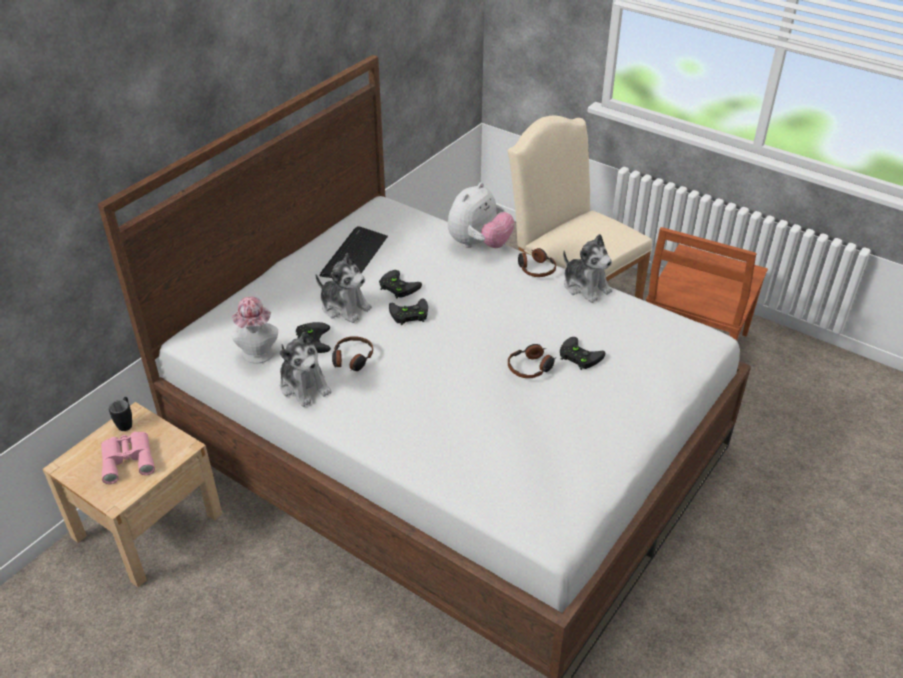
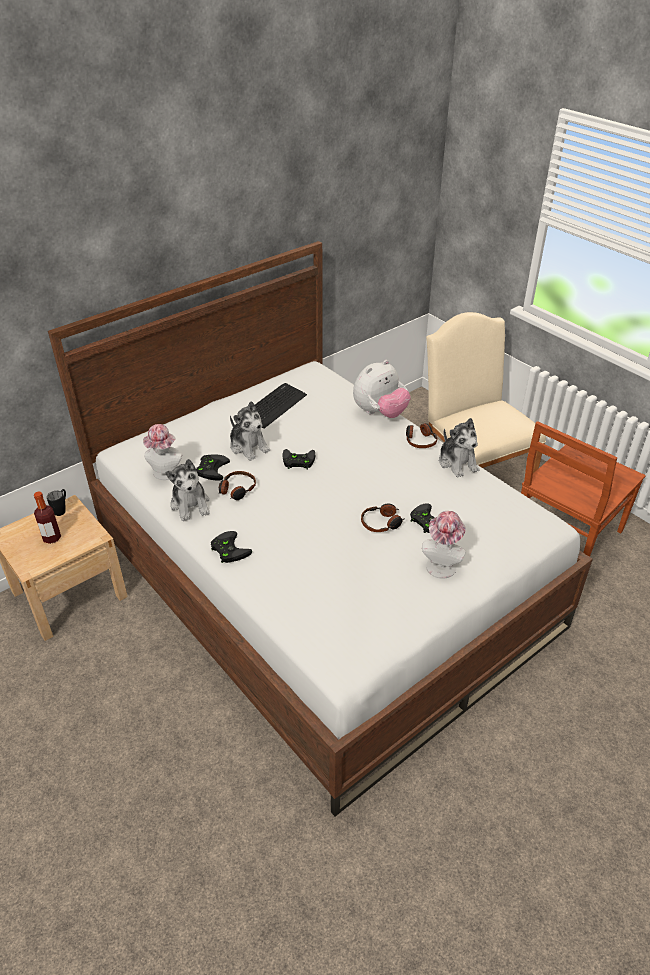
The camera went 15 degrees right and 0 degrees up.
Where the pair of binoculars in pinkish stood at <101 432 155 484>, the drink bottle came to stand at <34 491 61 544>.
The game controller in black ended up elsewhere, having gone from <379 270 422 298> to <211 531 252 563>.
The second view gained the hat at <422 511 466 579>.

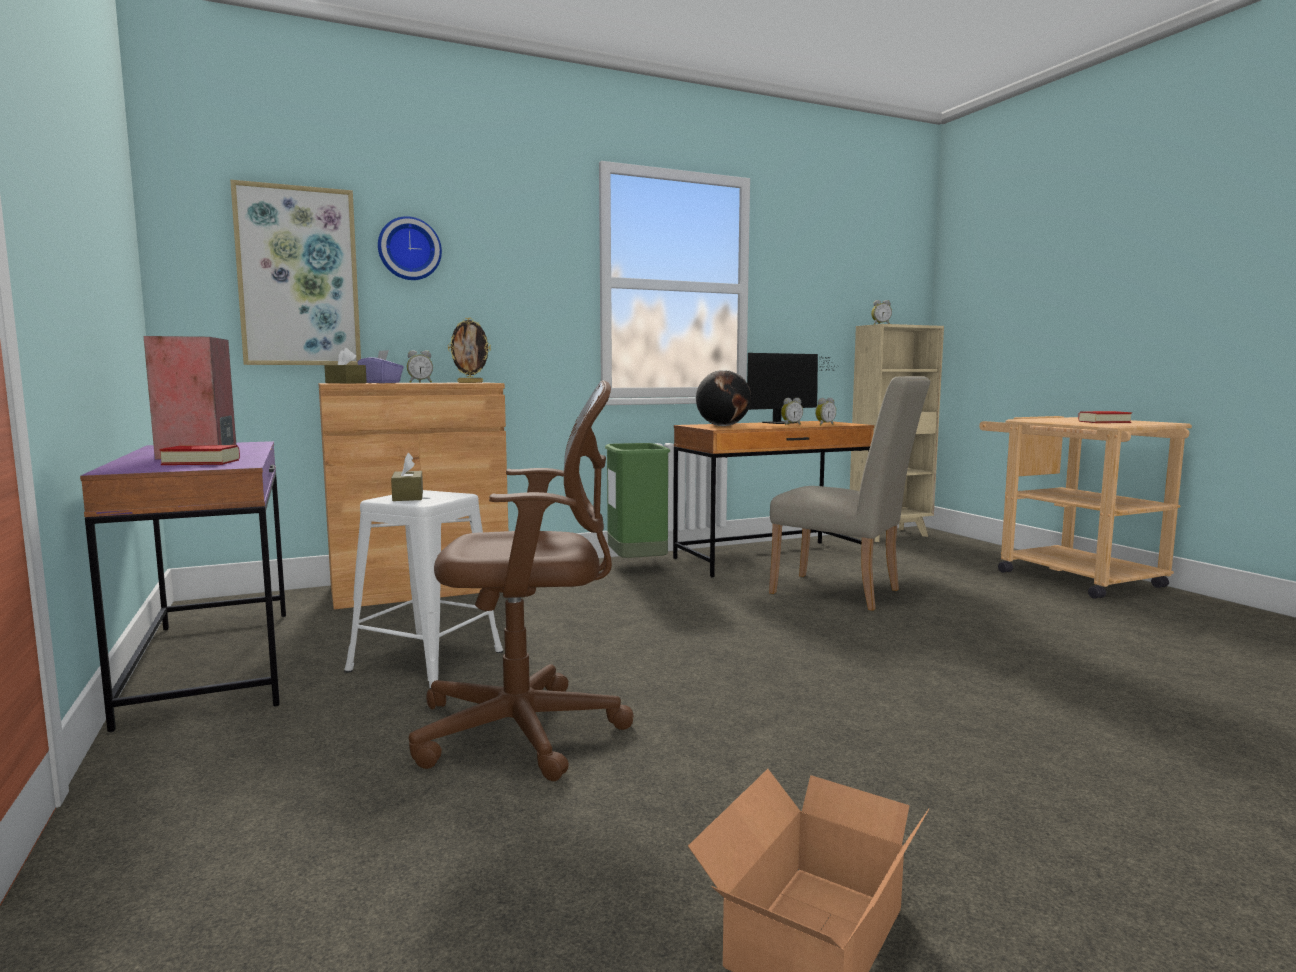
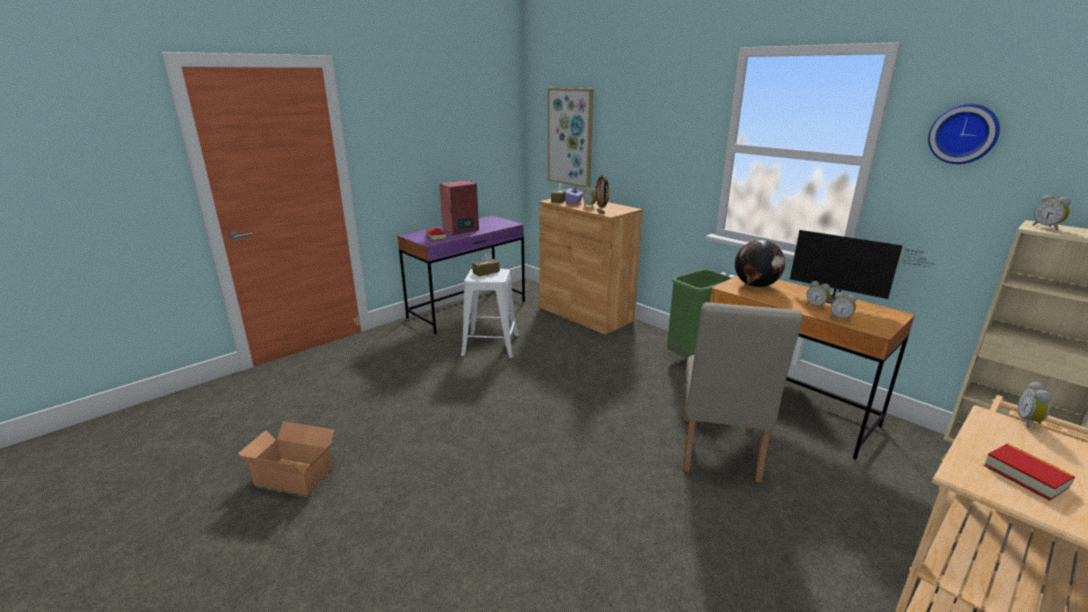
The camera went 70 degrees right and 15 degrees up.
The hanging clock ended up elsewhere, having gone from <378 216 442 280> to <928 104 1000 164>.
The second view lost the computer chair in brownish at <409 380 634 781>.
The second view gained the alarm clock at <1018 382 1052 428>.

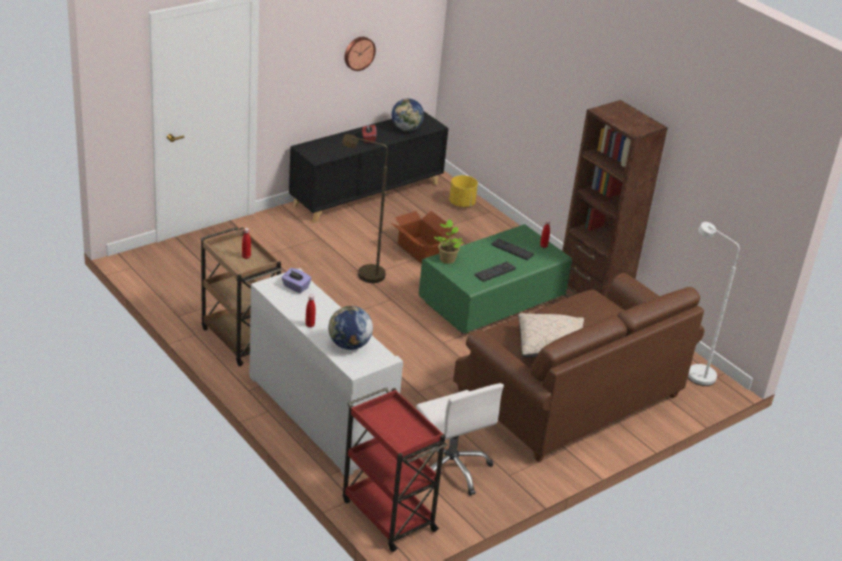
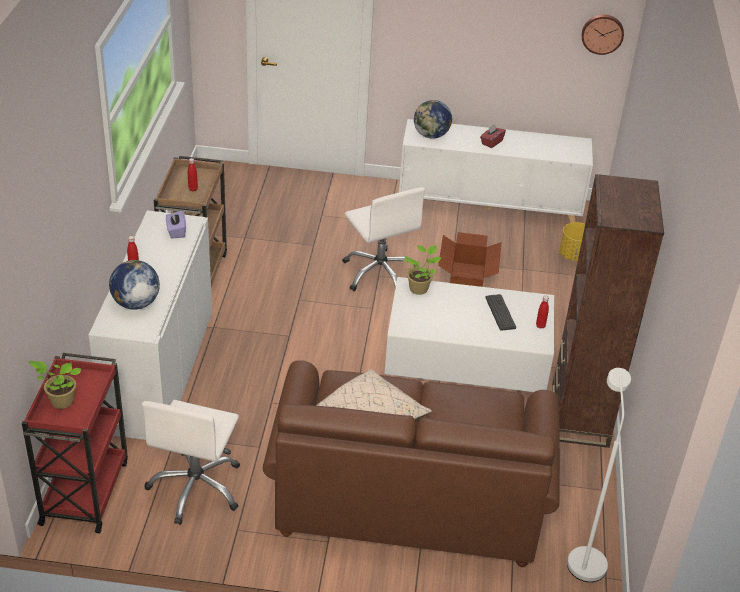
The camera went 45 degrees right and 5 degrees up.
What was the cabinet in black at <289 111 449 223> turned into the cabinet in white-coloured at <399 119 593 223>.
Where the standing lamp in brownish stood at <342 134 388 283>, the computer chair in white-coloured came to stand at <342 187 425 291>.
The hanging clock ended up elsewhere, having gone from <344 37 376 71> to <582 15 624 55>.
The desk globe ended up elsewhere, having gone from <391 98 424 131> to <414 100 452 139>.
What was the coffee table in greenish at <419 224 572 334> turned into the coffee table in white-coloured at <385 277 554 392>.
The second view lost the PC keyboard at <475 262 516 282>.
The second view gained the plant in a pot at <28 361 81 409>.

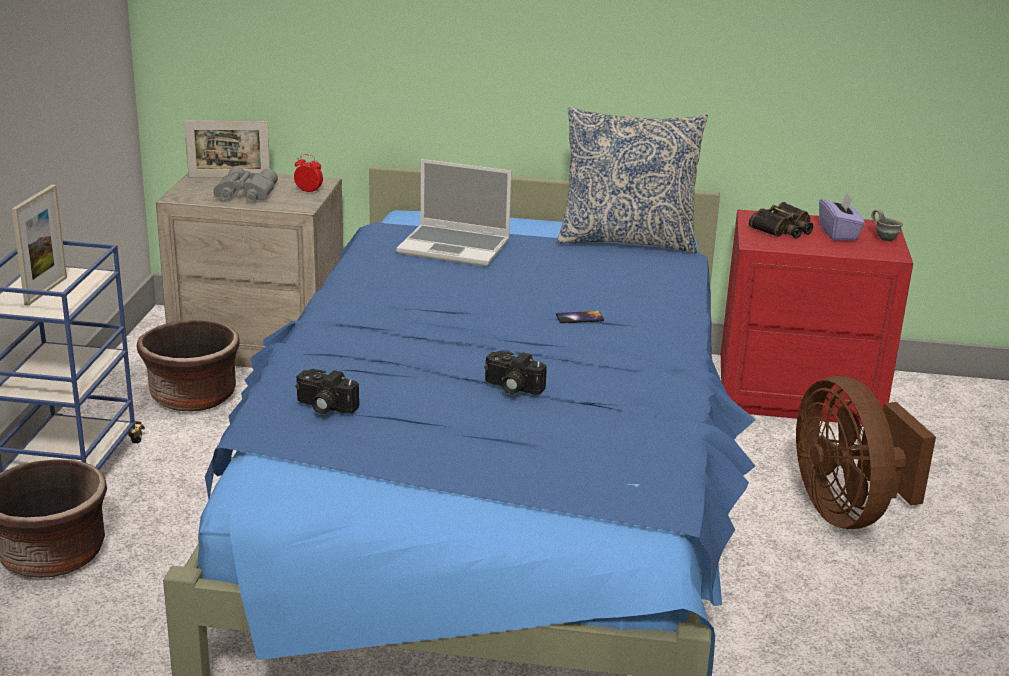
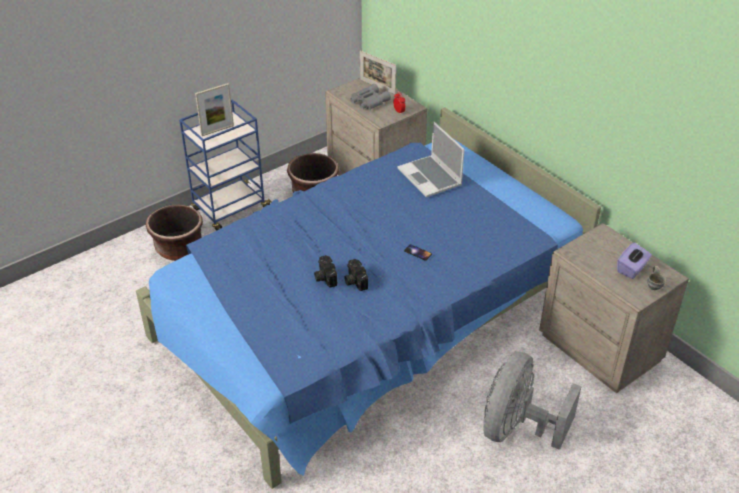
The camera went 45 degrees right and 15 degrees up.
The still camera ended up elsewhere, having gone from <295 369 359 414> to <344 259 368 291>.
The second view lost the cushion at <557 107 708 253>.
What was the bedside table in red-coloured at <721 209 913 425> turned into the bedside table in beige-coloured at <539 223 689 393>.
The second view lost the pair of binoculars at <749 202 813 239>.
What was the cooling fan in brownish at <796 376 936 529> turned into the cooling fan in gray at <484 351 582 450>.

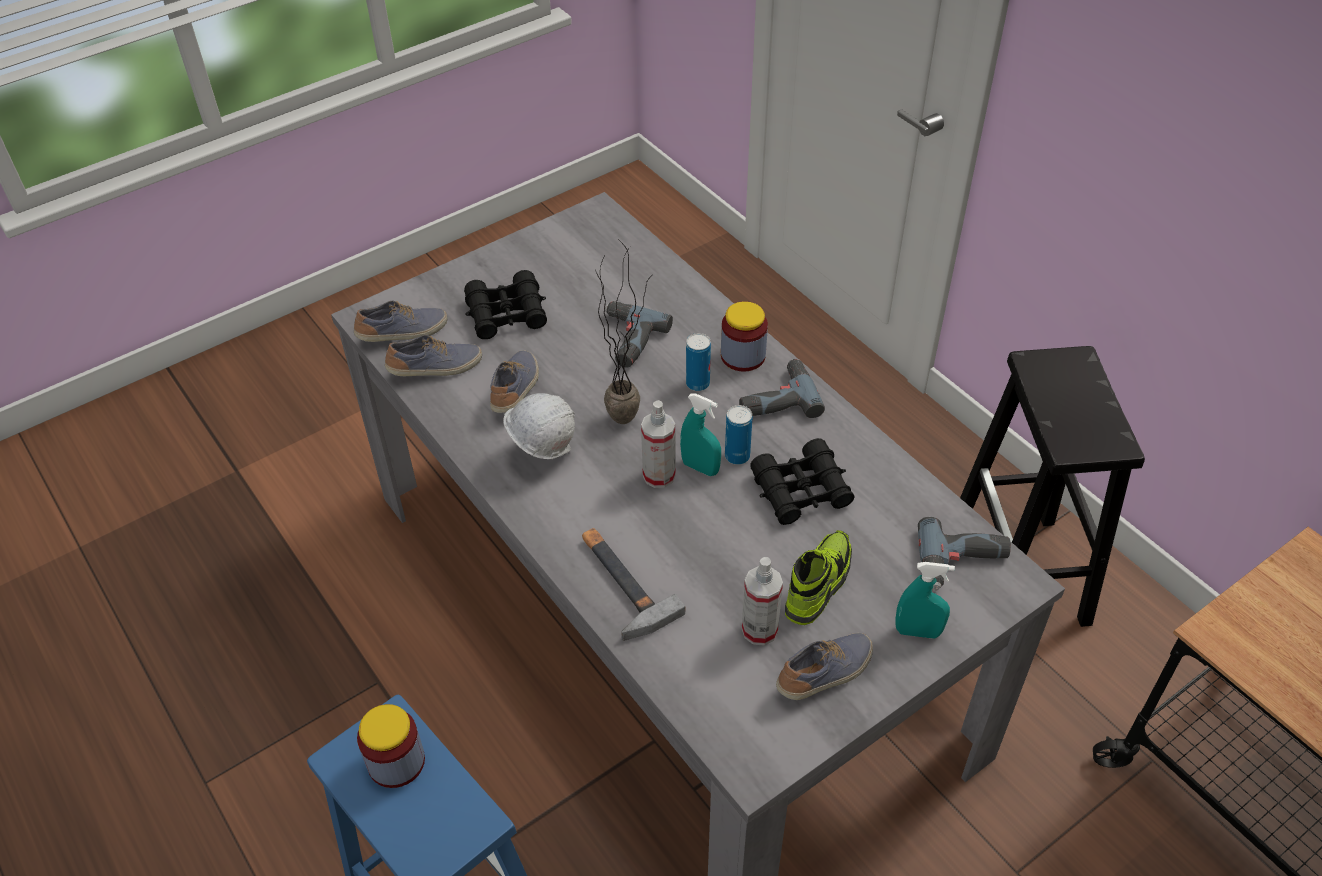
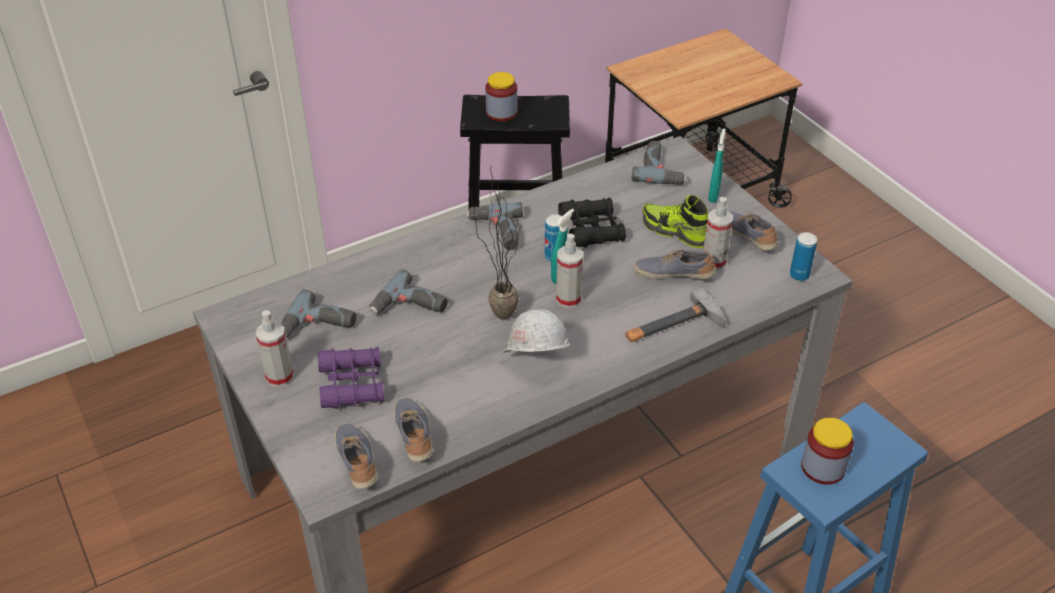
The camera went 85 degrees left and 5 degrees down.
What was the pair of binoculars in black at <464 270 547 339> turned into the pair of binoculars in purplish at <317 347 384 409>.
The shoe ended up elsewhere, having gone from <490 350 539 413> to <634 250 716 279>.
The metal can ended up elsewhere, having gone from <686 333 711 391> to <790 232 817 281>.
The storage jar ended up elsewhere, having gone from <721 301 768 372> to <486 72 517 121>.
The second view gained the spray bottle at <256 310 294 387>.
The second view gained the drill at <281 289 356 338>.

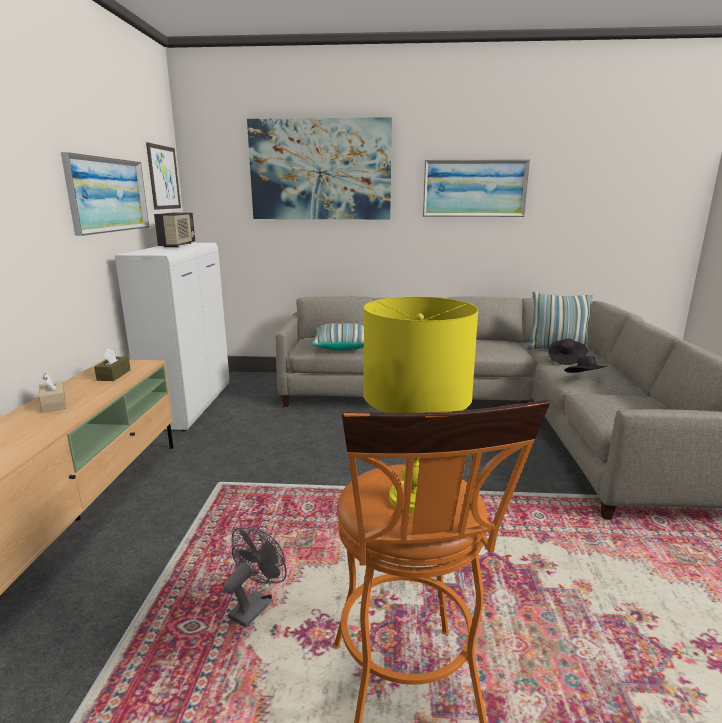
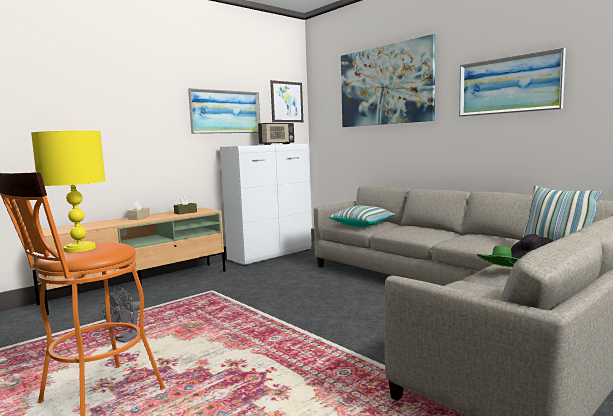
The camera went 45 degrees right and 10 degrees down.
The cooling fan in gray at <223 527 287 628> ended up facing another way, 135 degrees clockwise from before.
What was the hat in black at <564 356 606 373> turned into the hat in greenish at <477 246 519 267>.

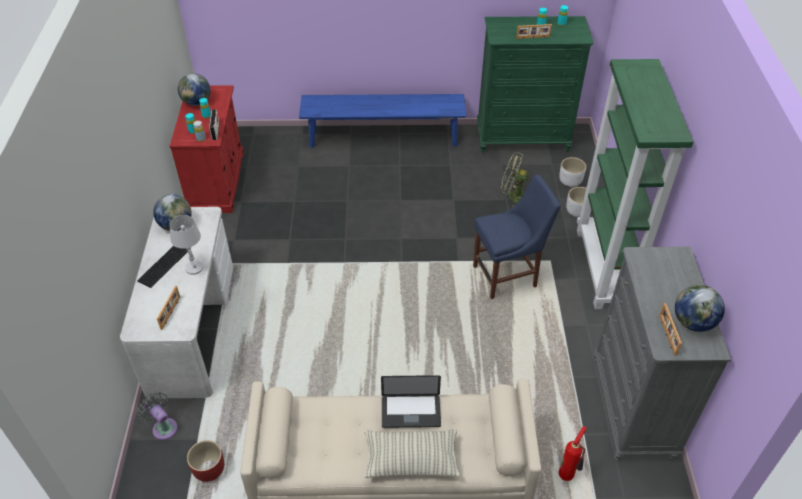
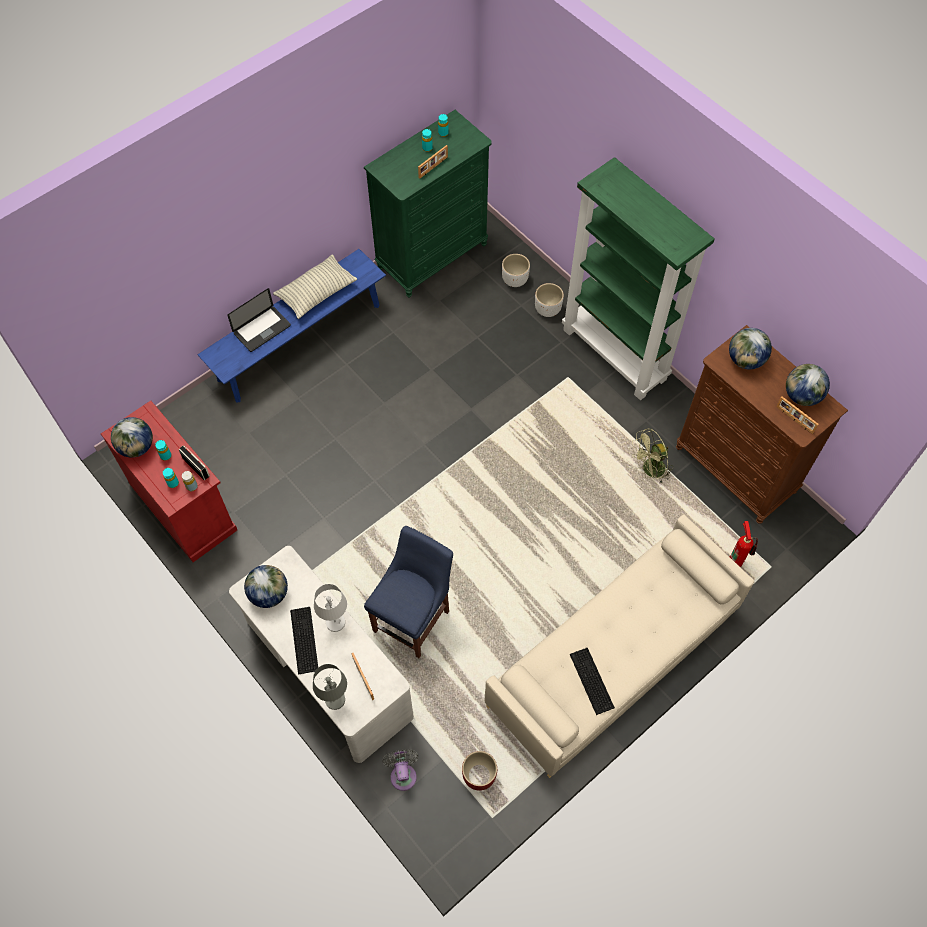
The camera went 40 degrees left and 15 degrees up.
The cooling fan in gray at <137 392 178 440> ended up facing another way, 75 degrees clockwise from before.
The cushion ended up elsewhere, having gone from <365 429 460 478> to <273 255 357 319>.
The notebook computer ended up elsewhere, having gone from <381 375 441 428> to <227 288 291 352>.
The upright chair in bluish ended up elsewhere, having gone from <473 175 561 299> to <364 526 453 658>.
The cooling fan in greenish ended up elsewhere, having gone from <501 152 529 207> to <632 429 672 484>.
What was the chest of drawers in gray at <593 246 731 461> turned into the chest of drawers in brownish at <676 325 848 524>.
The second view gained the tabletop lamp in gray at <313 664 347 710>.
The second view gained the PC keyboard at <570 648 615 715>.
The second view gained the desk globe at <729 328 772 369>.

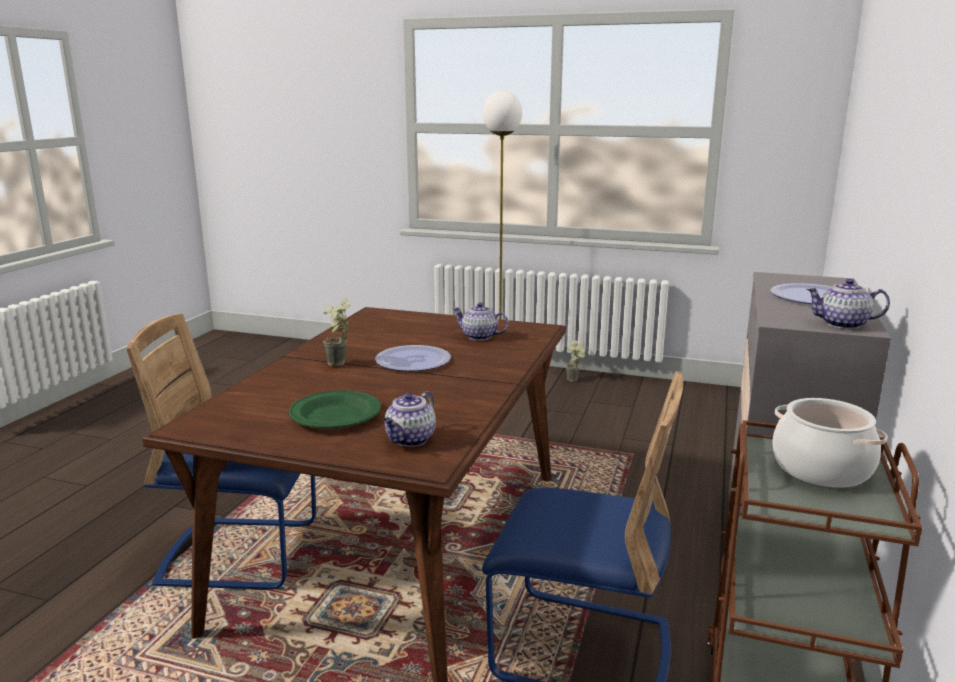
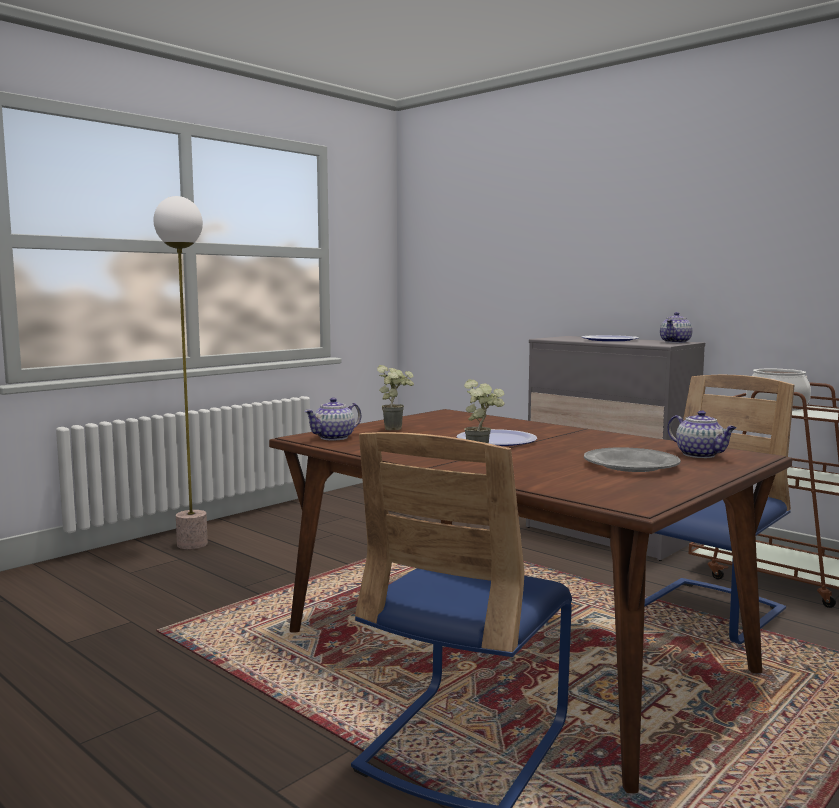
The camera went 65 degrees left and 10 degrees down.
What was the flat dish in greenish at <289 390 381 428> turned into the flat dish in gray at <584 447 681 472>.
The tea pot ended up elsewhere, having gone from <452 303 509 341> to <304 398 362 441>.
The plant in a pot ended up elsewhere, having gone from <566 340 585 382> to <377 365 414 430>.

